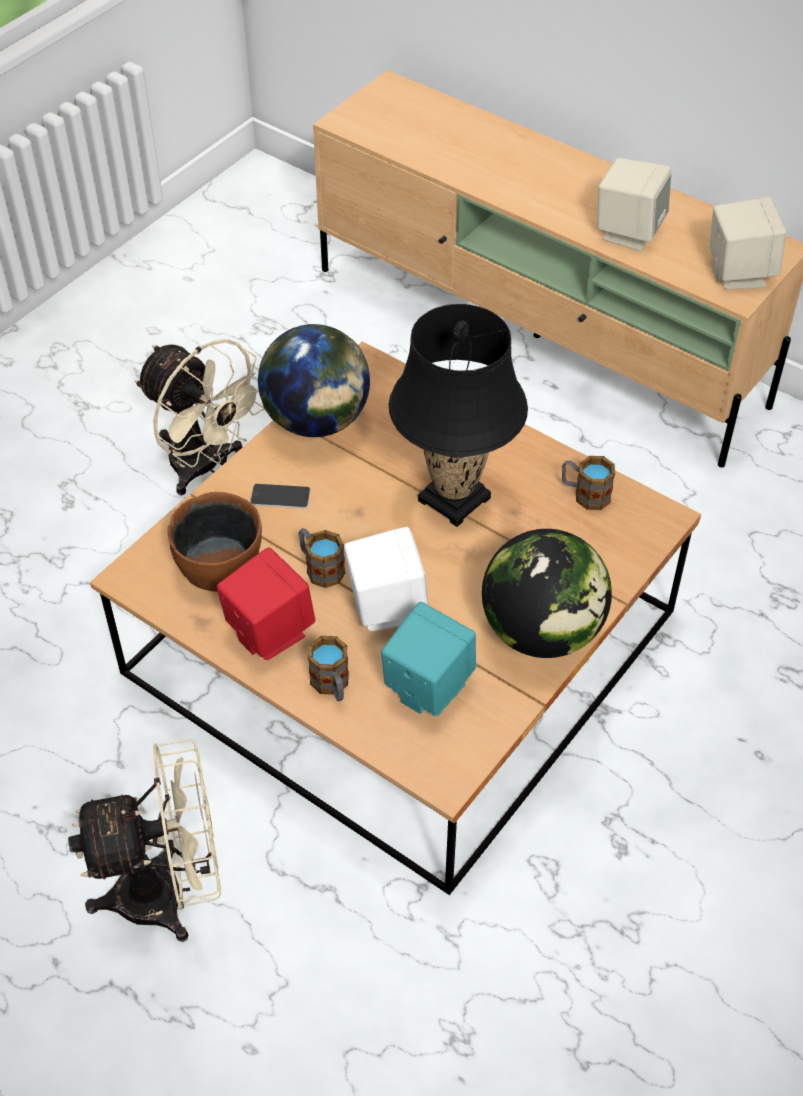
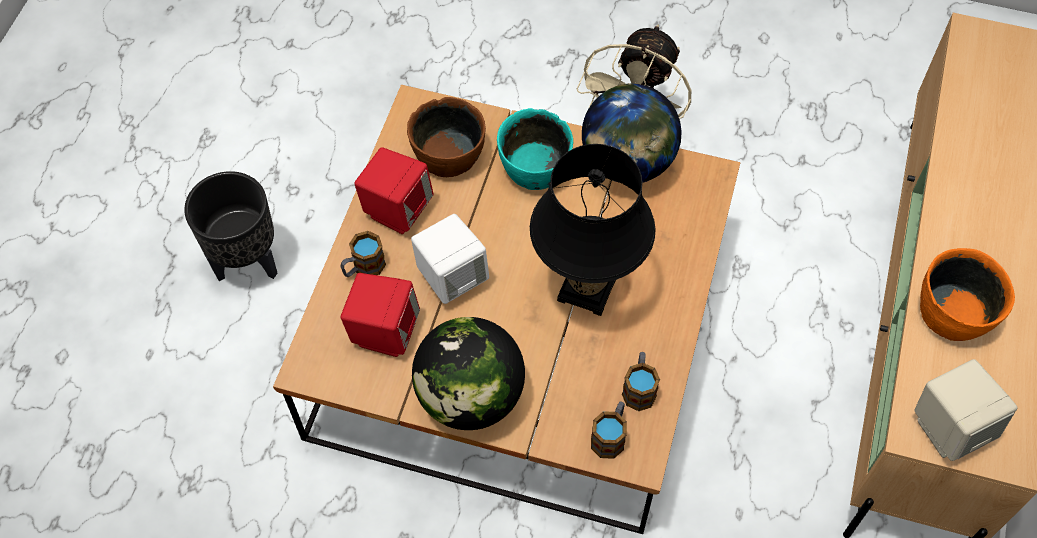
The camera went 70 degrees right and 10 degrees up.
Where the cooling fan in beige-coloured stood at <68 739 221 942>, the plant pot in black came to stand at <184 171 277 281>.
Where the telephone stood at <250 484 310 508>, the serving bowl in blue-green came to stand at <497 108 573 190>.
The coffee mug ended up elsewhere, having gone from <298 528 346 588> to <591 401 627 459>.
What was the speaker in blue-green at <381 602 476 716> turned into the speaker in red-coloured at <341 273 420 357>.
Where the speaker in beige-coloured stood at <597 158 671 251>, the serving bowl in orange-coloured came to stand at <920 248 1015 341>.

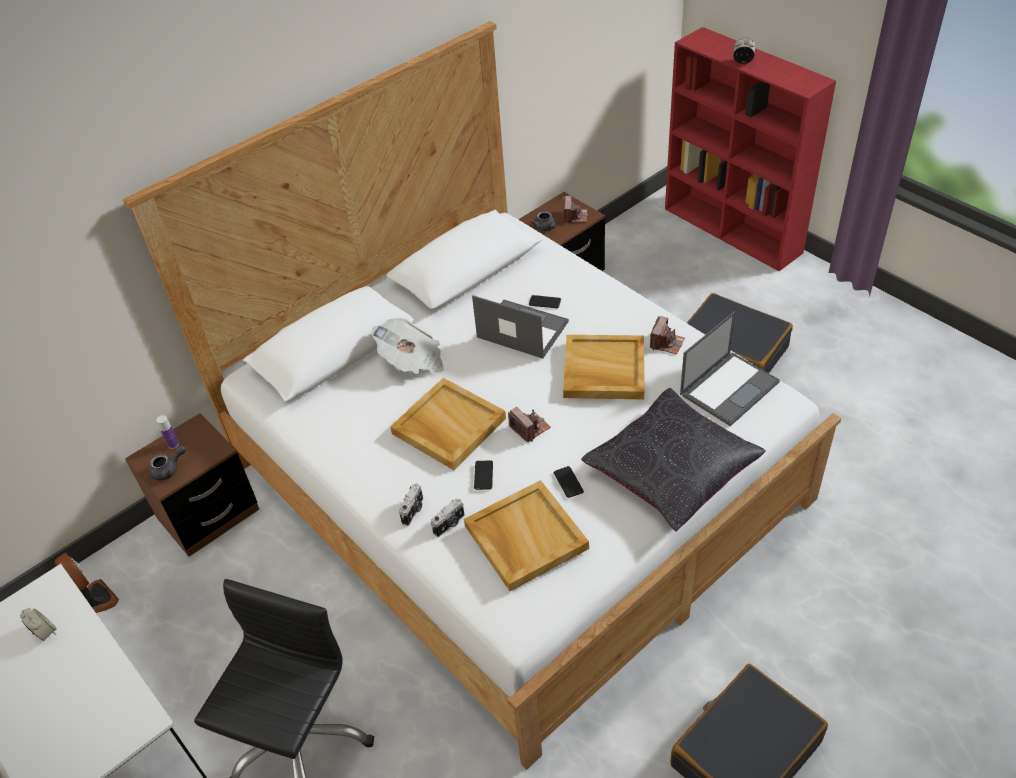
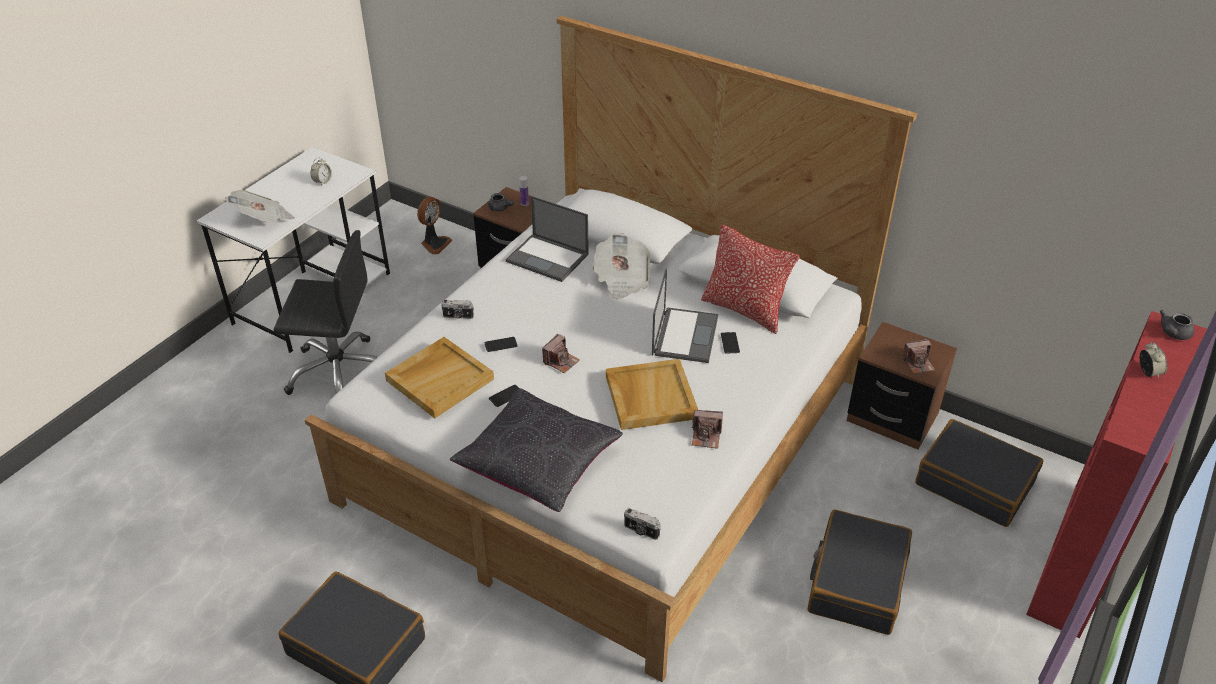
The camera went 70 degrees right and 5 degrees down.
The second view lost the carrying tray in beige-coloured at <390 378 506 470>.
The still camera ended up elsewhere, having gone from <431 498 464 537> to <624 508 661 540>.
The tea pot in gray ended up elsewhere, having gone from <531 211 556 231> to <1160 310 1194 340>.
The notebook computer ended up elsewhere, having gone from <680 311 780 426> to <506 196 589 282>.
The second view gained the newspaper at <225 190 295 223>.
The second view gained the cushion at <701 224 800 334>.
The second view gained the piece of luggage in black at <915 419 1043 527>.

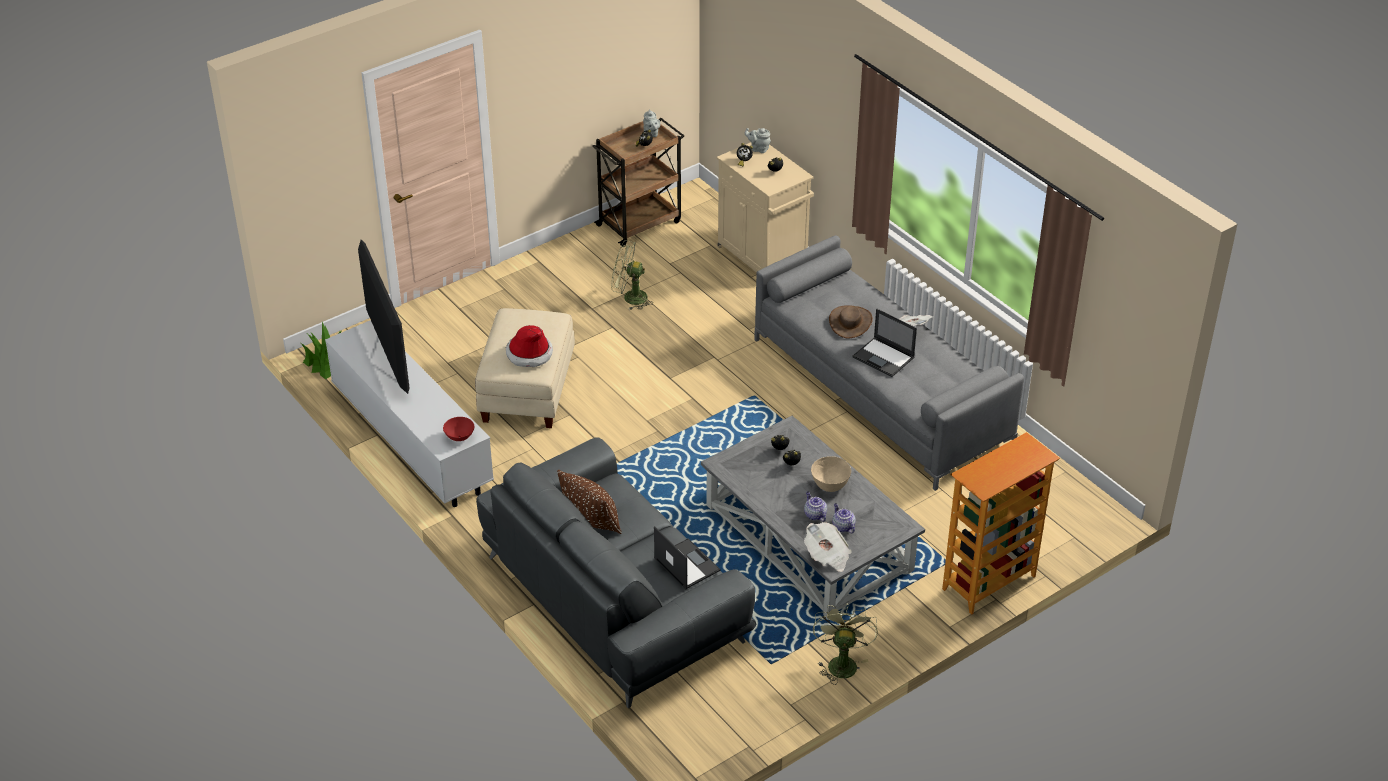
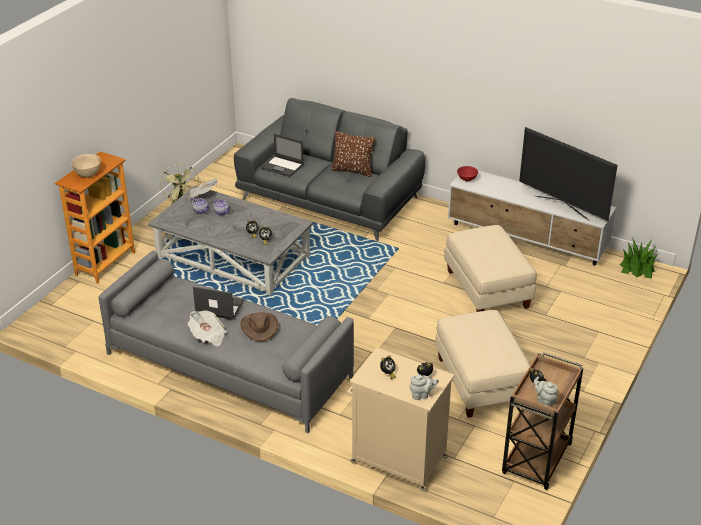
The camera went 155 degrees right and 5 degrees down.
The second view lost the hat at <506 325 553 367>.
Where the cooling fan in greenish stood at <612 240 652 310>, the pouffe in beige-coloured came to stand at <435 310 531 418>.
The serving bowl in beige-coloured ended up elsewhere, having gone from <811 456 851 492> to <71 154 101 177>.

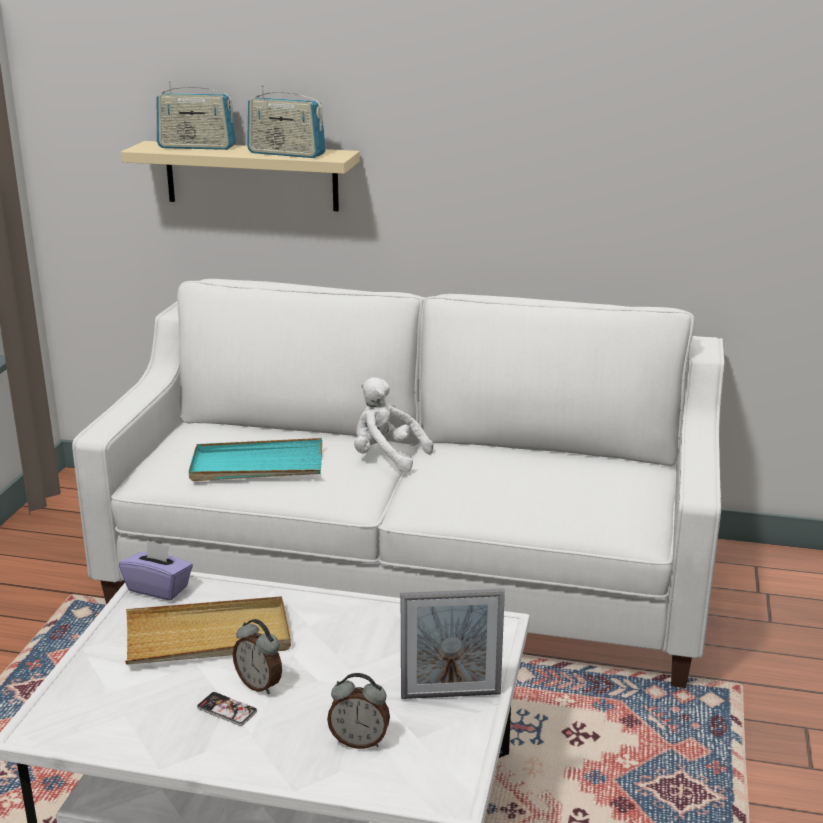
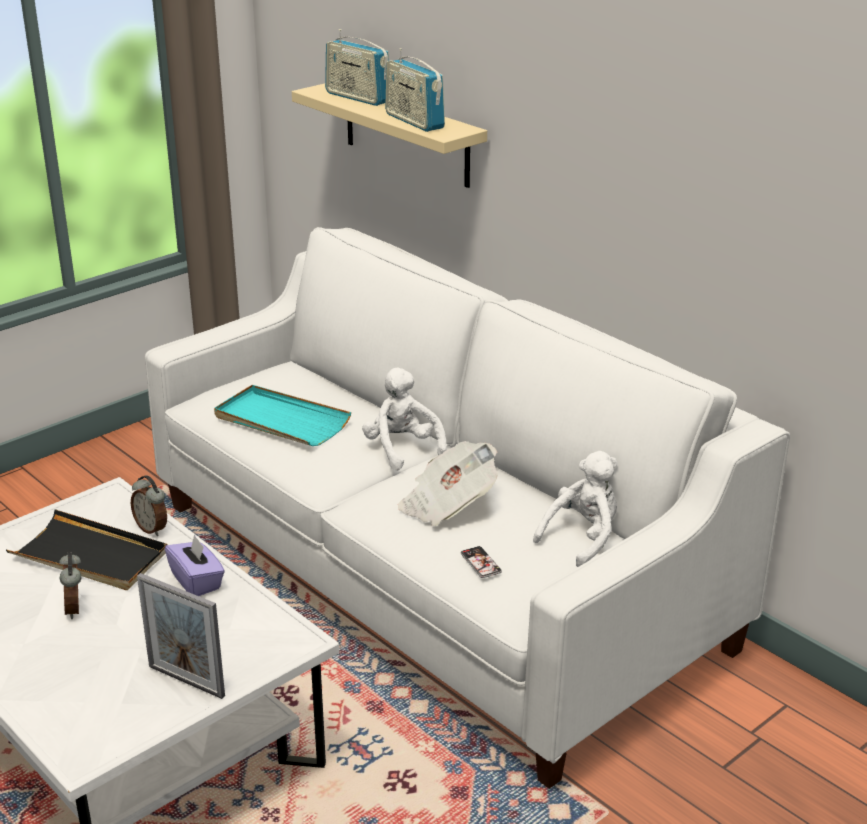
The camera went 35 degrees right and 5 degrees up.
The tissue box in purplish ended up elsewhere, having gone from <119 540 193 600> to <165 534 225 596>.
What was the carrying tray in beige-coloured at <125 596 291 665> turned into the carrying tray in black at <6 509 168 590>.
The telephone ended up elsewhere, having gone from <197 692 257 726> to <461 546 502 578>.
The alarm clock ended up elsewhere, having gone from <327 673 390 749> to <131 475 167 536>.
The second view gained the newspaper at <398 441 498 526>.
The second view gained the cuddly toy in white-coloured at <533 451 618 567>.

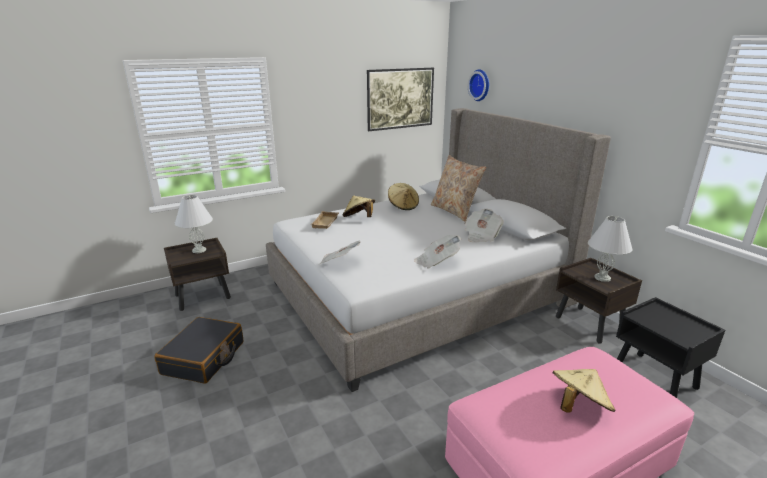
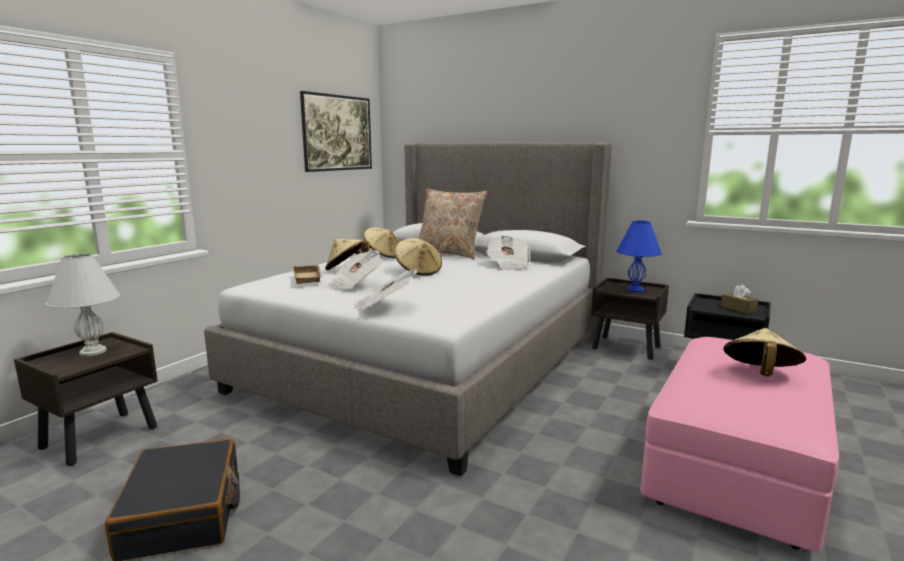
The camera went 30 degrees left and 10 degrees down.
The newspaper ended up elsewhere, having gone from <414 235 462 269> to <326 250 382 289>.
The second view lost the hanging clock at <468 70 489 101>.
What was the tabletop lamp in white-coloured at <588 216 632 282> turned into the tabletop lamp in bluish at <616 220 662 292>.
The second view gained the hat in beige-coloured at <395 238 442 276>.
The second view gained the tissue box in brownish at <721 285 758 314>.

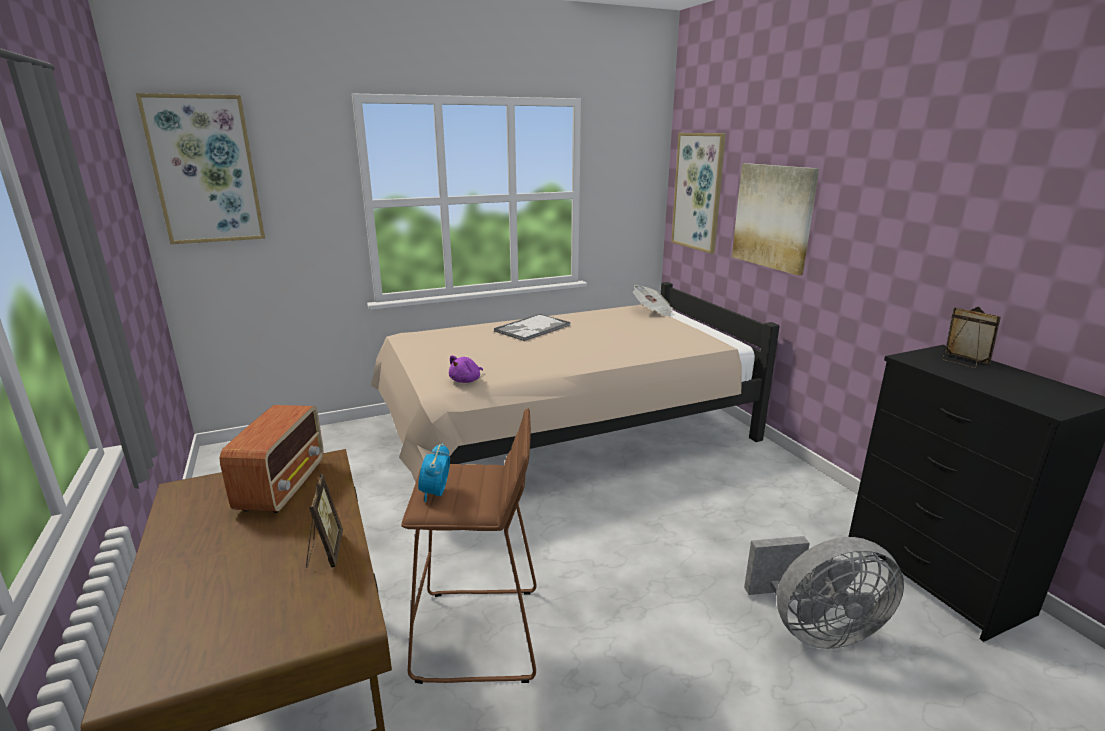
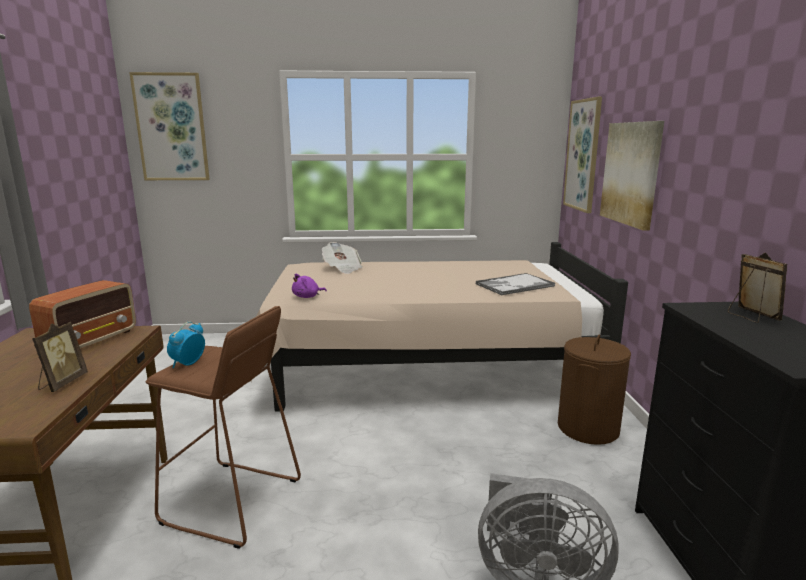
The camera went 20 degrees right and 5 degrees down.
The carrying tray ended up elsewhere, having gone from <494 314 570 341> to <476 273 555 295>.
The newspaper ended up elsewhere, having gone from <633 285 673 317> to <322 242 363 274>.
The second view gained the hamper in brownish at <558 334 631 445>.

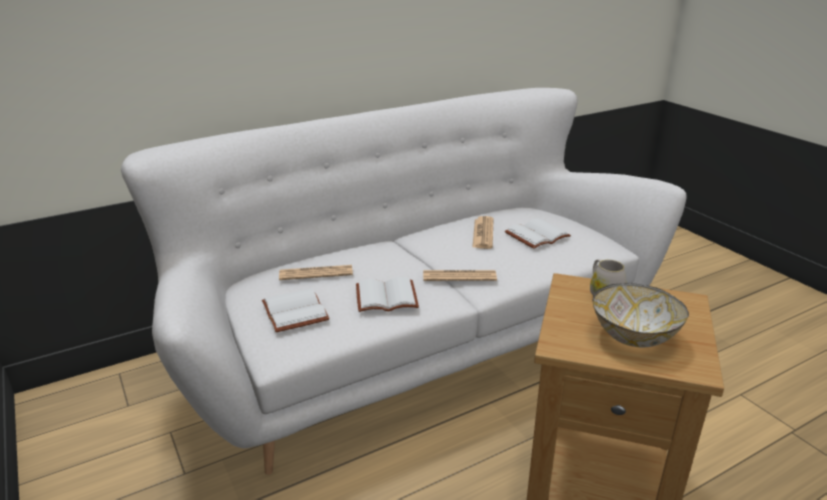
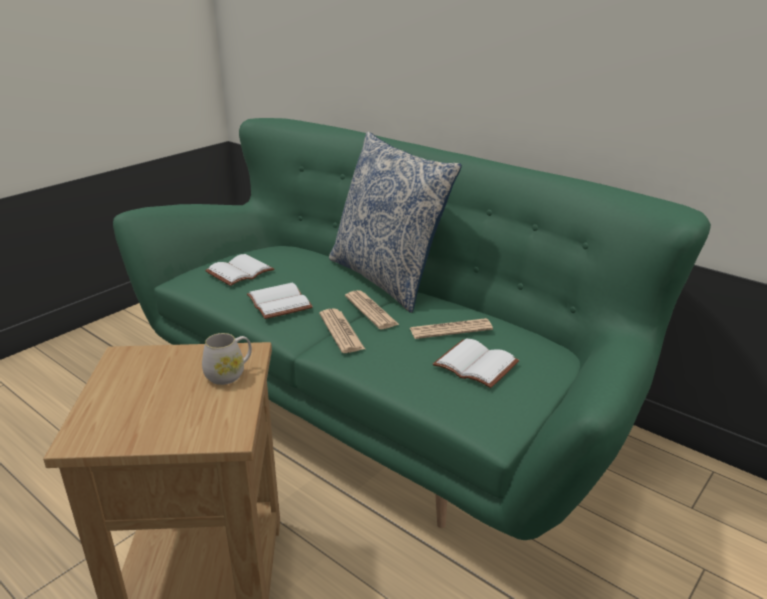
The camera went 70 degrees right and 0 degrees up.
What was the sofa in white-coloured at <121 88 687 475> turned into the sofa in greenish at <113 118 711 540>.
The newspaper ended up elsewhere, having gone from <279 265 353 280> to <345 290 400 329>.
The second view lost the serving bowl at <592 283 689 347>.
The second view gained the cushion at <329 131 462 313>.

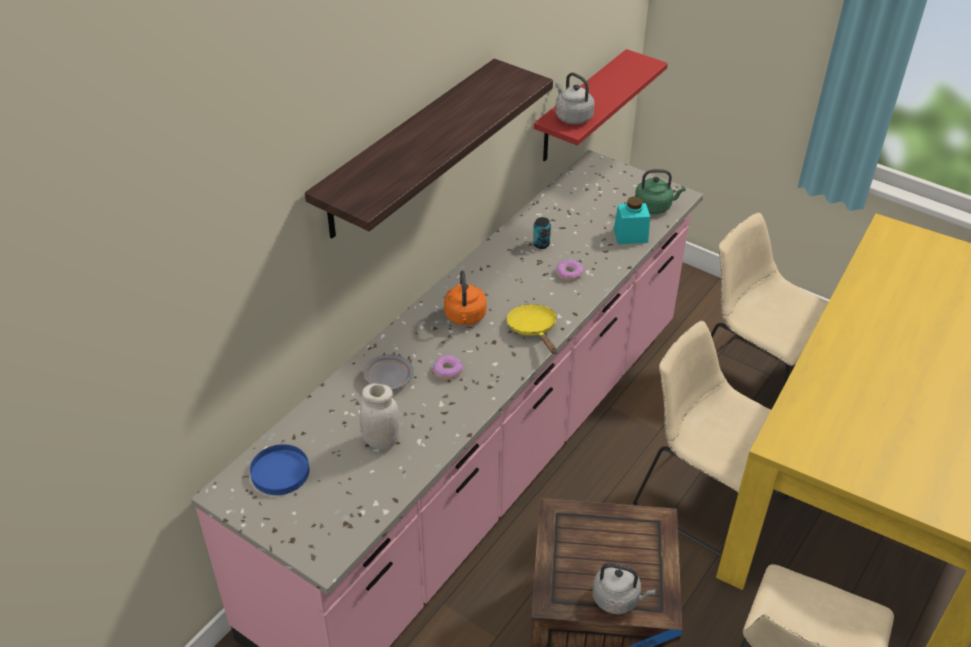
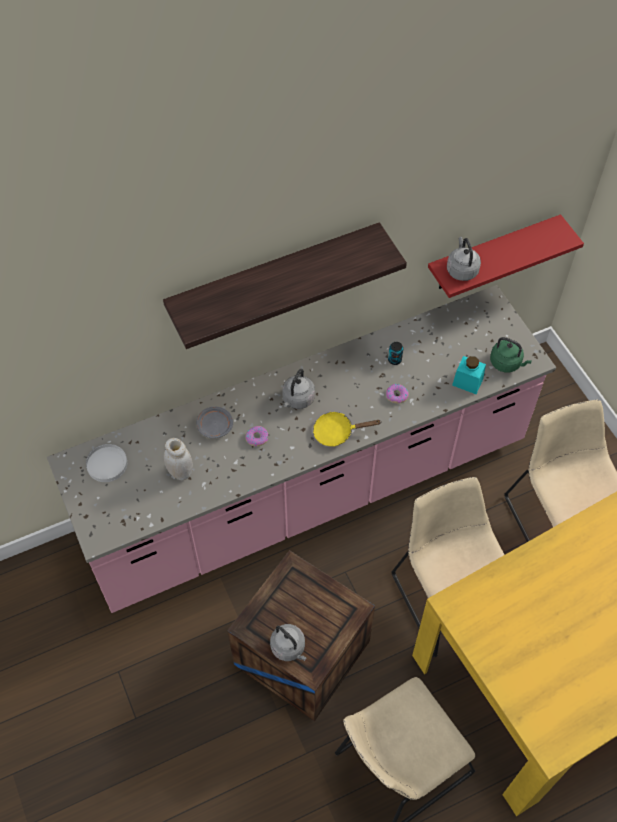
The camera went 30 degrees right and 15 degrees up.
What was the flat dish in bluish at <250 444 309 495> turned into the flat dish in white-coloured at <86 444 127 482>.
What was the water kettle in orange-coloured at <444 270 487 325> turned into the water kettle in gray at <282 369 315 409>.
The frying pan in yellowish at <507 304 557 354> ended up facing another way, 105 degrees counterclockwise from before.

